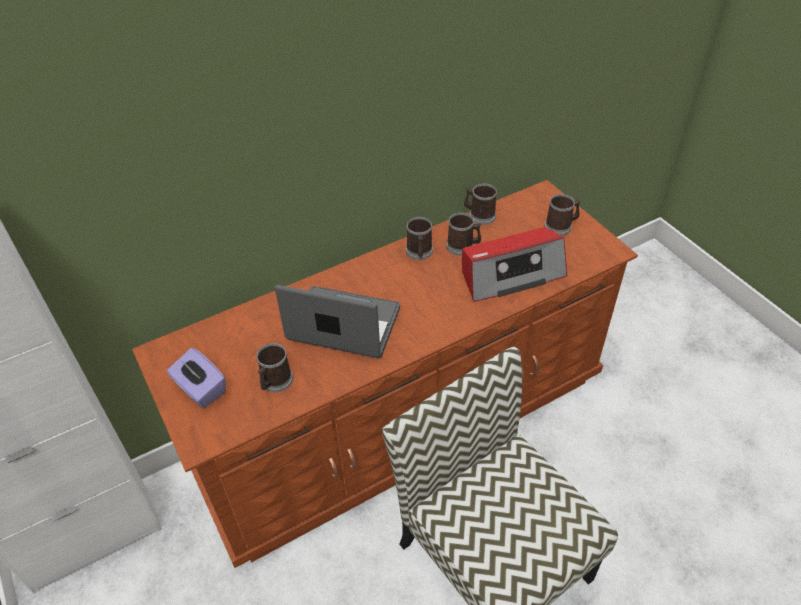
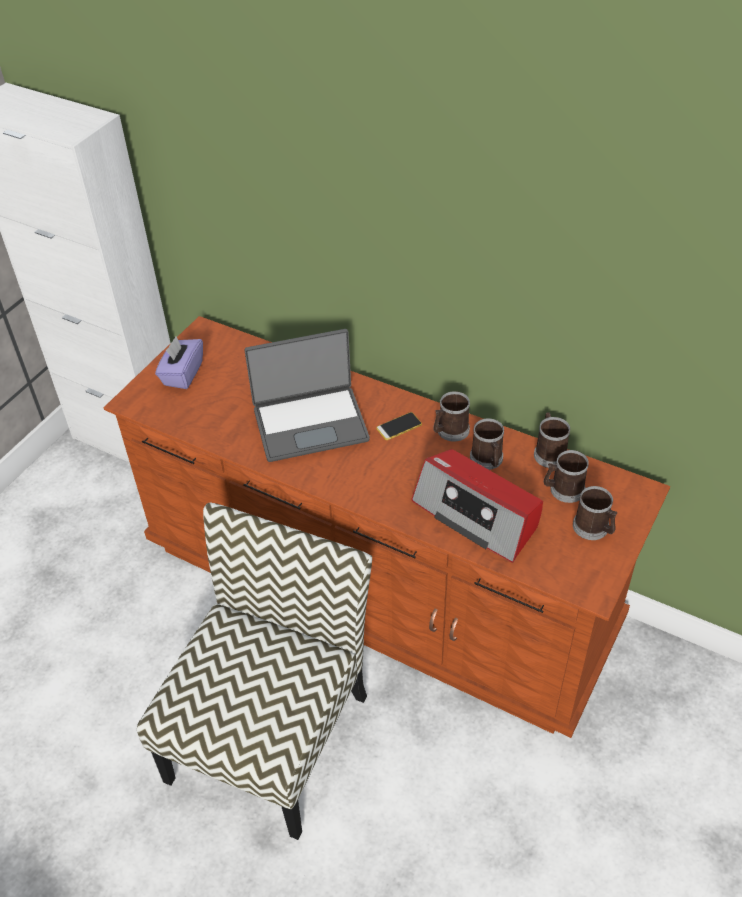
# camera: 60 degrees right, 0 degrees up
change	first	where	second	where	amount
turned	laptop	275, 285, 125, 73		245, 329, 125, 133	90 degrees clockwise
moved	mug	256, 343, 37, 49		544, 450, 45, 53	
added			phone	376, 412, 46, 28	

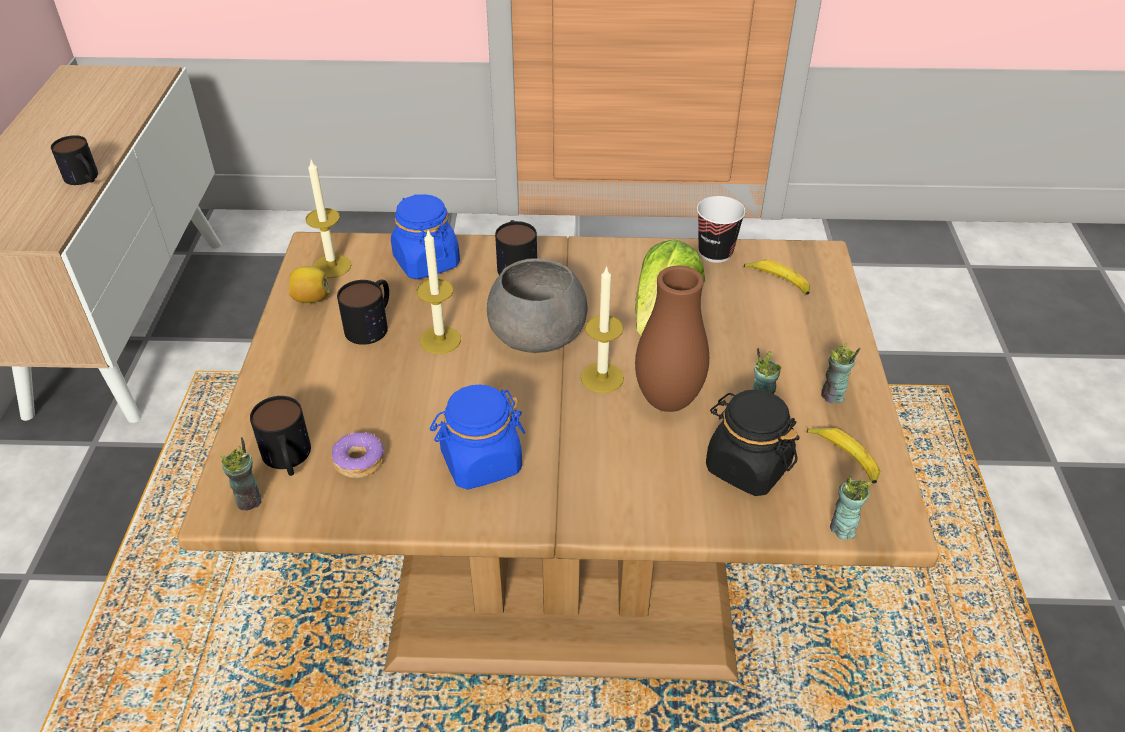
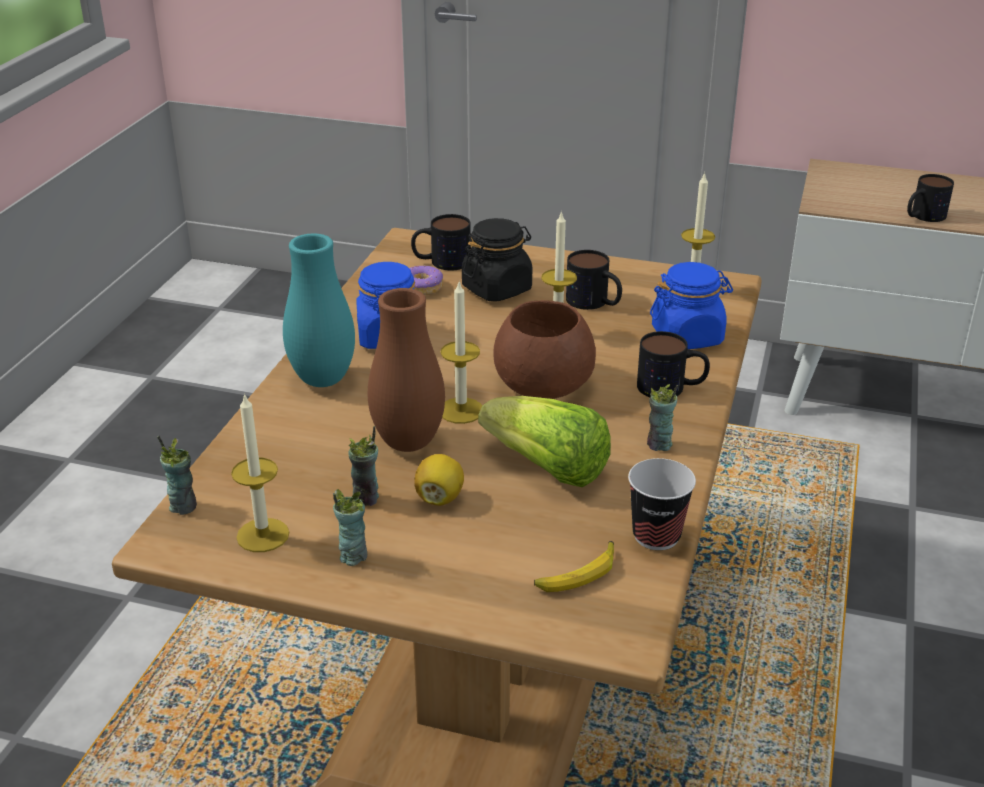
# camera: 105 degrees right, 10 degrees down
change	first	where	second	where	amount
recoloured	bowl in grey	487, 258, 100, 95	bowl in brown	493, 300, 103, 99	
moved	lemon	289, 266, 41, 37		414, 454, 50, 52	
moved	jar in black	706, 389, 94, 107		462, 218, 70, 84	
replaced	banana	806, 428, 74, 56	candle	231, 393, 58, 159	
moved	cup	219, 437, 42, 74		647, 384, 31, 67	
added			vase in turquoise	283, 233, 72, 154	

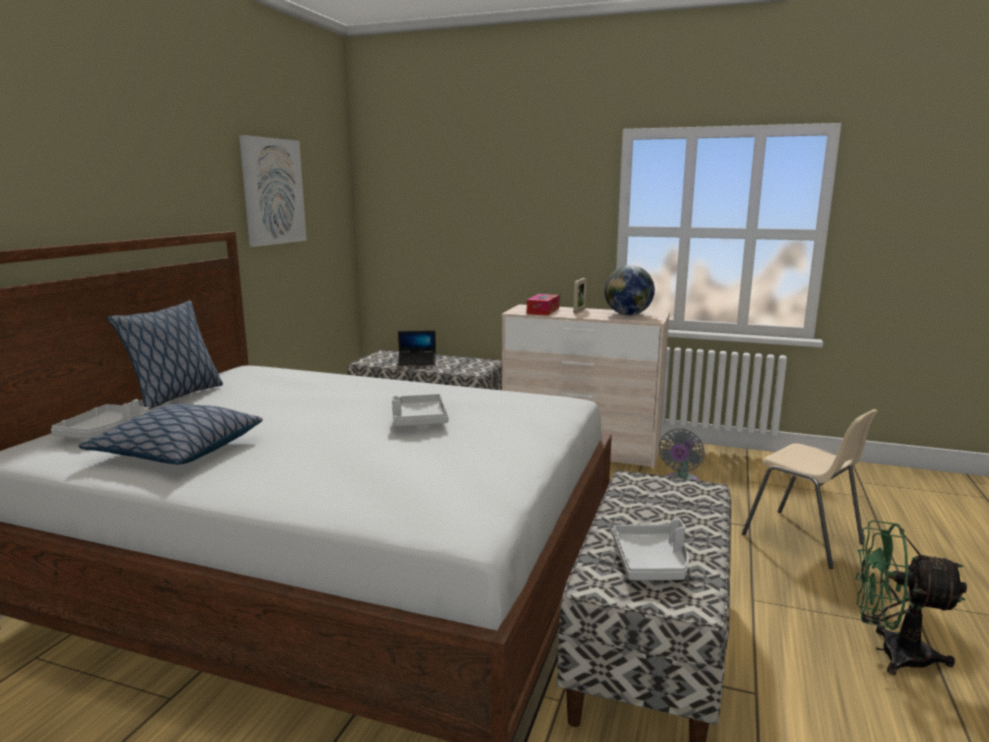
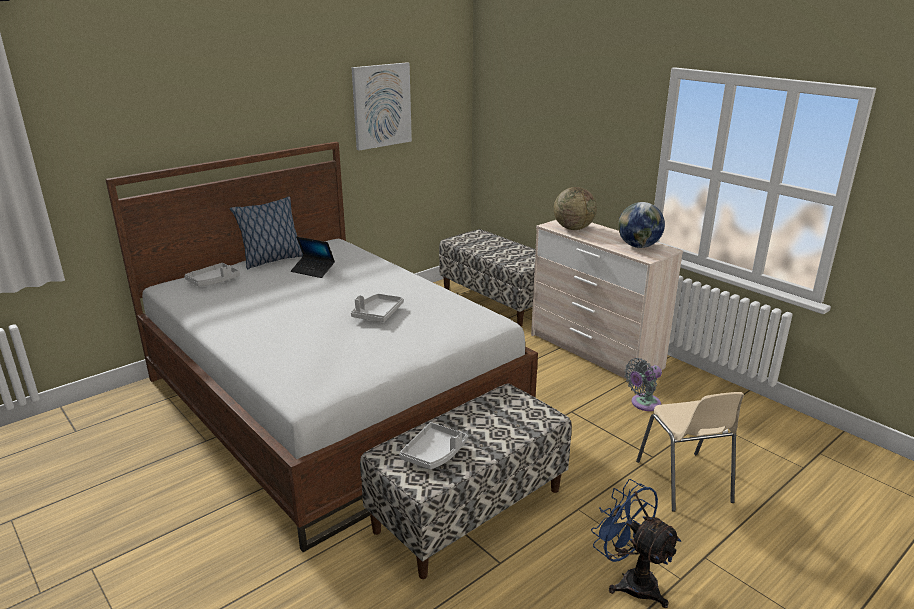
# camera: 30 degrees right, 10 degrees up
change	first	where	second	where	amount
removed	picture frame	573, 278, 14, 36			
replaced	tissue box	527, 294, 32, 22	globe	554, 187, 43, 43	
moved	laptop	398, 330, 38, 36		291, 237, 44, 41	
removed	pillow	79, 404, 184, 61			
recoloured	fan in green	855, 520, 112, 155	fan in blue	591, 479, 90, 129	

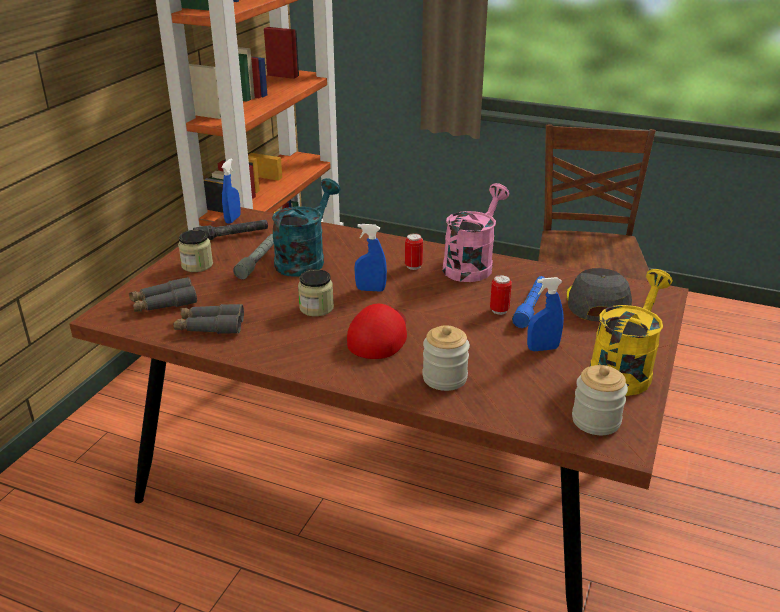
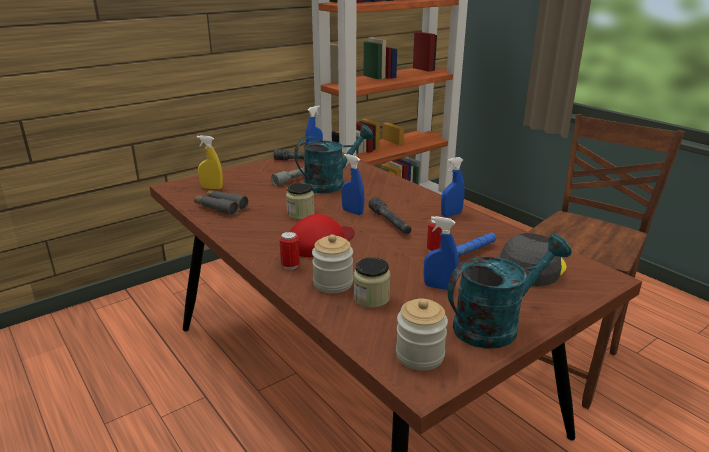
# camera: 30 degrees right, 5 degrees down
change	first	where	second	where	amount
replaced	watering can in pink	442, 183, 67, 99	spray bottle in blue	441, 157, 24, 60	
moved	jar	178, 230, 35, 42		353, 257, 38, 51	
moved	can	405, 233, 18, 37		279, 231, 21, 39	
recoloured	watering can in yellow	590, 269, 83, 127	watering can in turquoise	448, 234, 123, 115	
replaced	binoculars in grey	129, 277, 68, 35	spray bottle in yellow	197, 135, 26, 54	
added			flashlight in grey	368, 197, 43, 38	

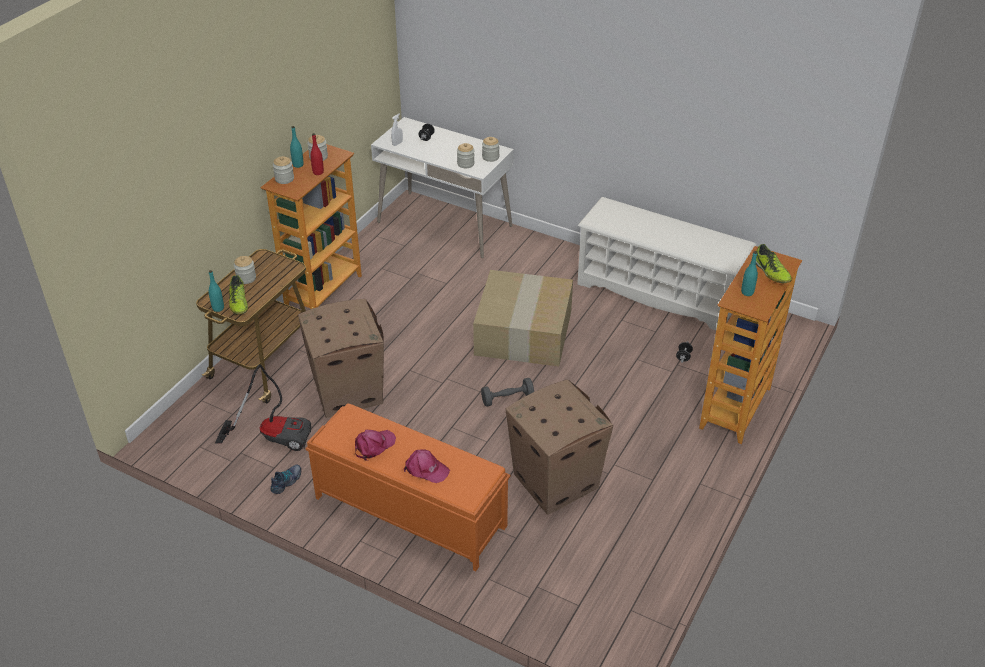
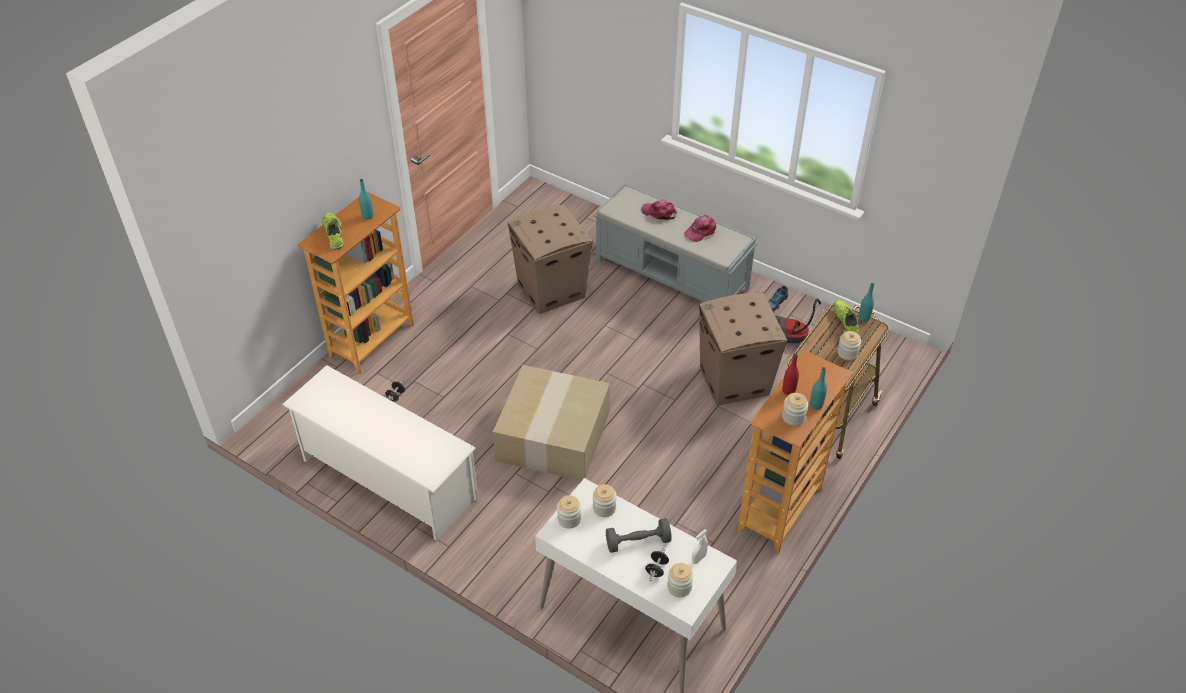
# camera: 175 degrees left, 5 degrees up
change	first	where	second	where	amount
moved	jar	273, 156, 21, 28		667, 563, 27, 34	
moved	dumbbell in grey	481, 378, 53, 29		606, 518, 66, 35	
recoloured	bench in orange	306, 403, 204, 169	bench in grey	594, 183, 163, 119	

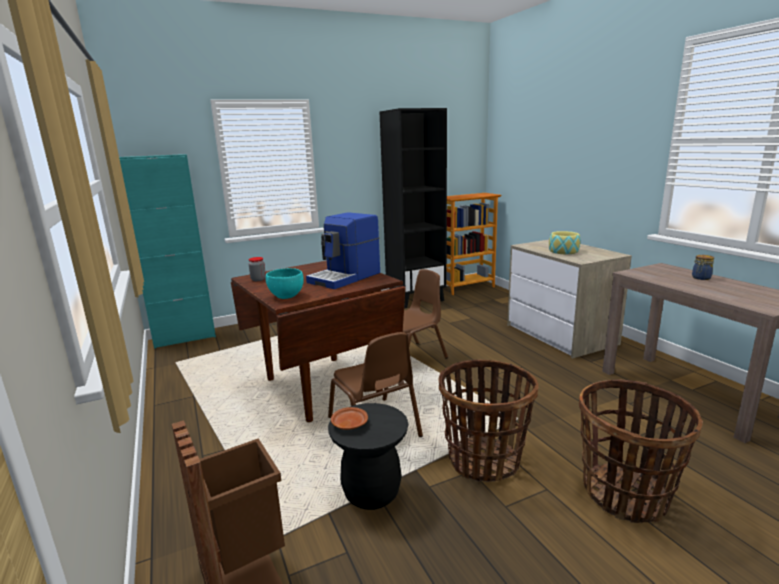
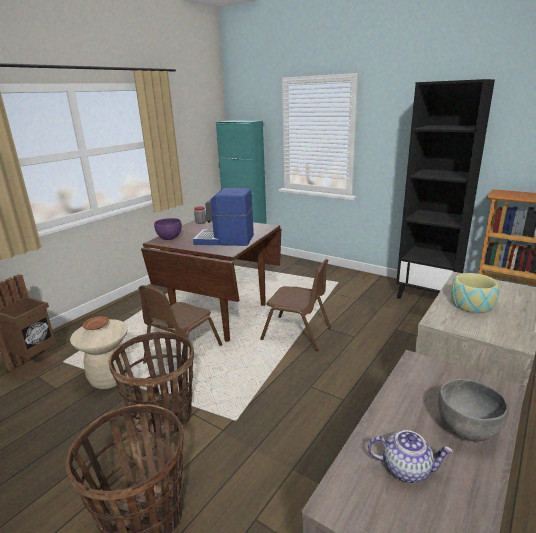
# camera: 60 degrees right, 5 degrees up
change	first	where	second	where	amount
replaced	jar	692, 255, 22, 25	bowl in grey	438, 379, 71, 62	
recoloured	bowl in turquoise	265, 268, 39, 31	bowl in purple	154, 218, 28, 22	
recoloured	stool in black	328, 403, 80, 107	stool in beige	70, 319, 58, 70	
added			teapot	368, 430, 85, 53	

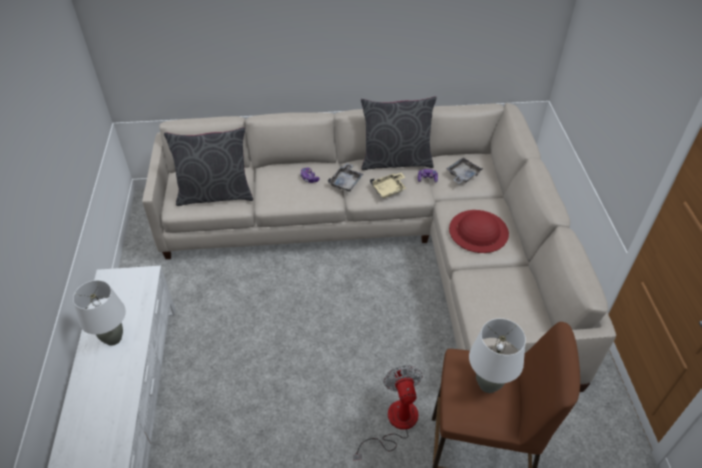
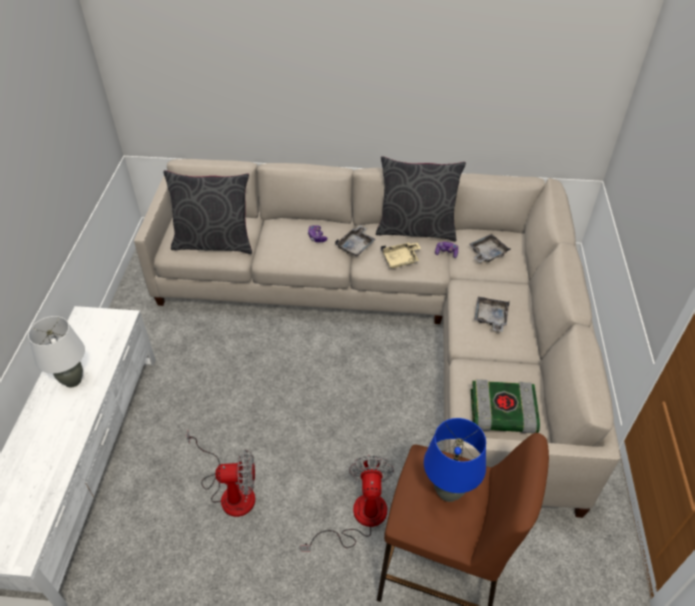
# camera: 10 degrees right, 0 degrees up
change	first	where	second	where	amount
replaced	hat in red	449, 210, 60, 43	tray in grey	474, 297, 36, 35	
recoloured	table lamp in white	469, 318, 57, 75	table lamp in blue	424, 418, 62, 84	
added			book	471, 379, 69, 54	
added			fan	187, 429, 68, 88	

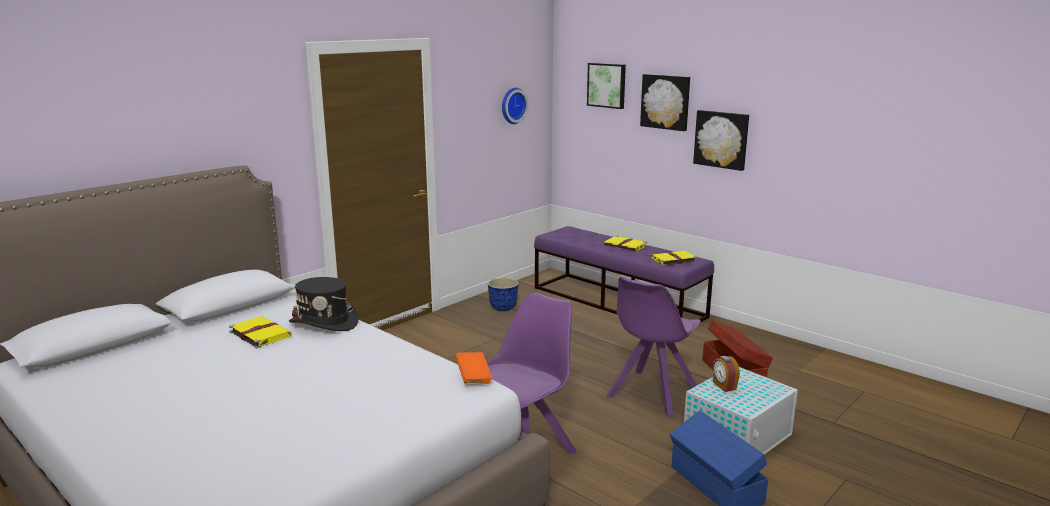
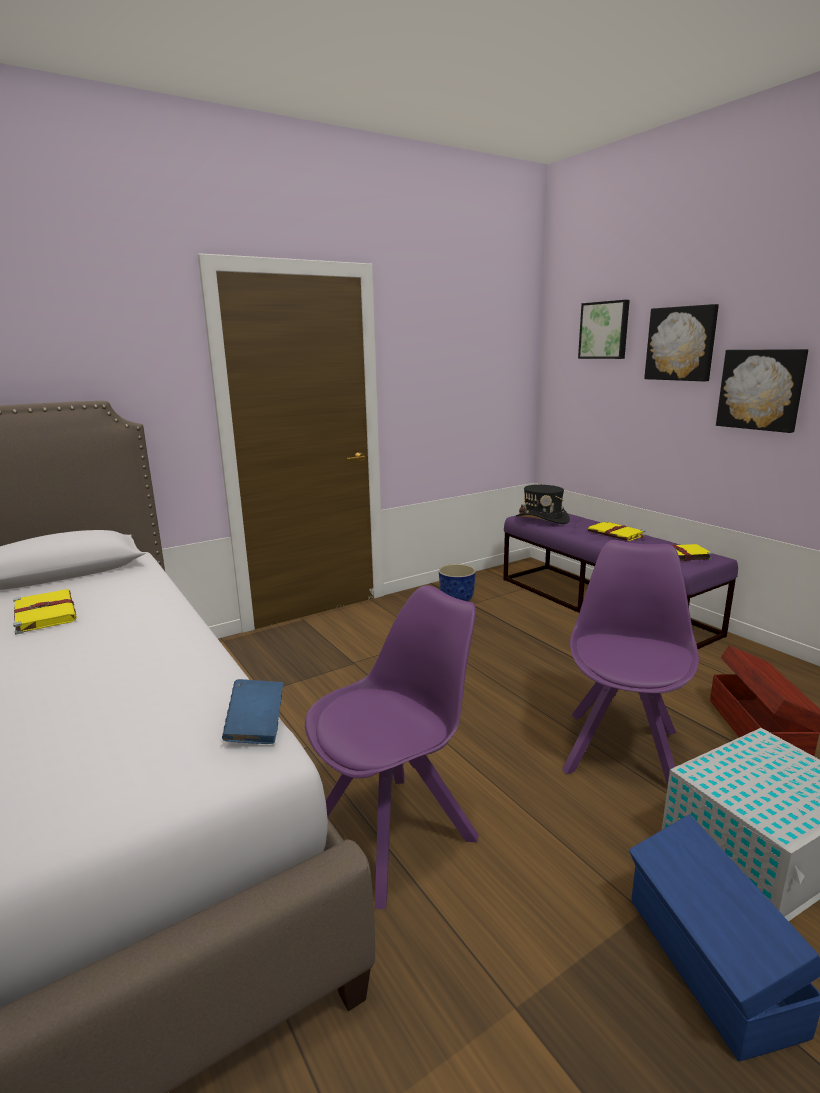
# camera: 15 degrees right, 0 degrees up
change	first	where	second	where	amount
removed	wall clock	502, 88, 26, 36			
turned	chair in purple	607, 276, 94, 141		562, 540, 137, 246	150 degrees clockwise
moved	hat in black	289, 277, 69, 54		516, 485, 54, 39	
recoloured	book in orange	455, 352, 37, 32	book in blue	222, 679, 61, 65	
removed	alarm clock	713, 356, 27, 36			

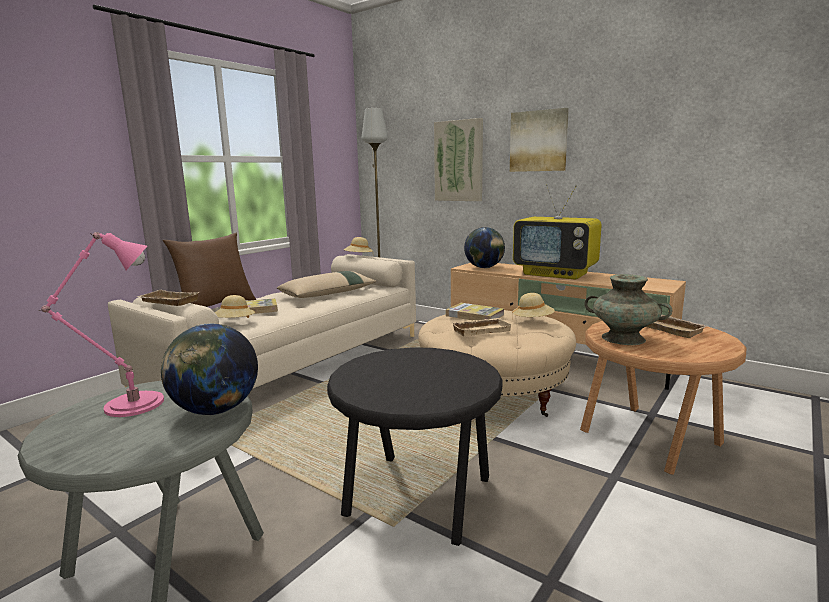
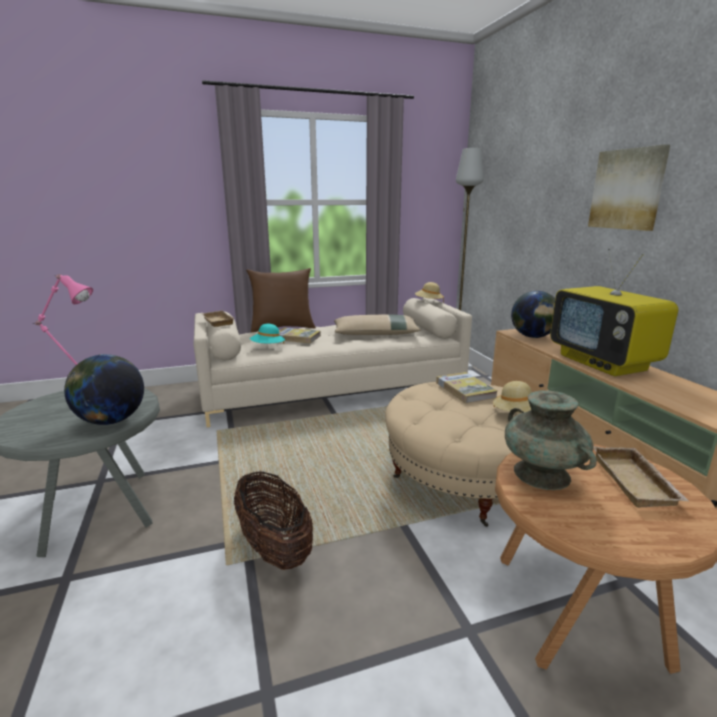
# camera: 35 degrees right, 5 degrees up
change	first	where	second	where	amount
removed	picture	434, 118, 49, 83			
recoloured	hat in beige	215, 295, 40, 23	hat in turquoise	250, 324, 35, 20	
removed	tray in beige	451, 318, 62, 18			
replaced	side table in black	327, 347, 176, 199	basket	234, 471, 79, 99	

